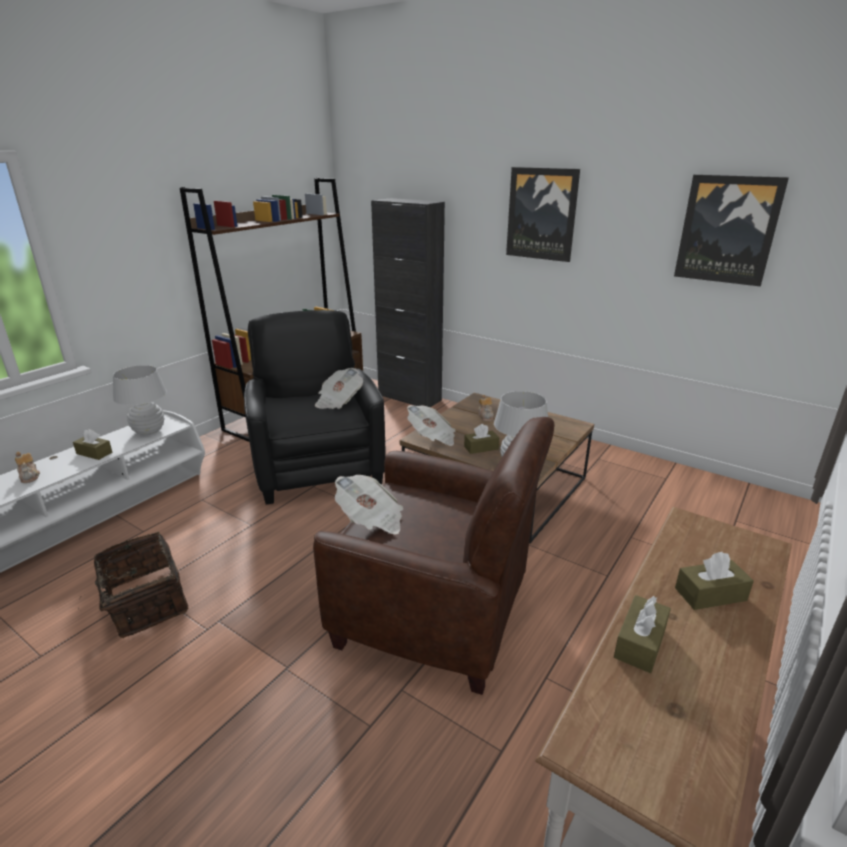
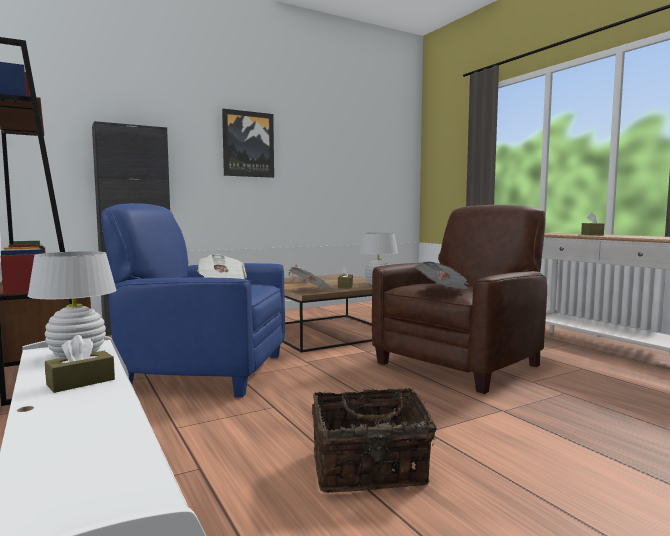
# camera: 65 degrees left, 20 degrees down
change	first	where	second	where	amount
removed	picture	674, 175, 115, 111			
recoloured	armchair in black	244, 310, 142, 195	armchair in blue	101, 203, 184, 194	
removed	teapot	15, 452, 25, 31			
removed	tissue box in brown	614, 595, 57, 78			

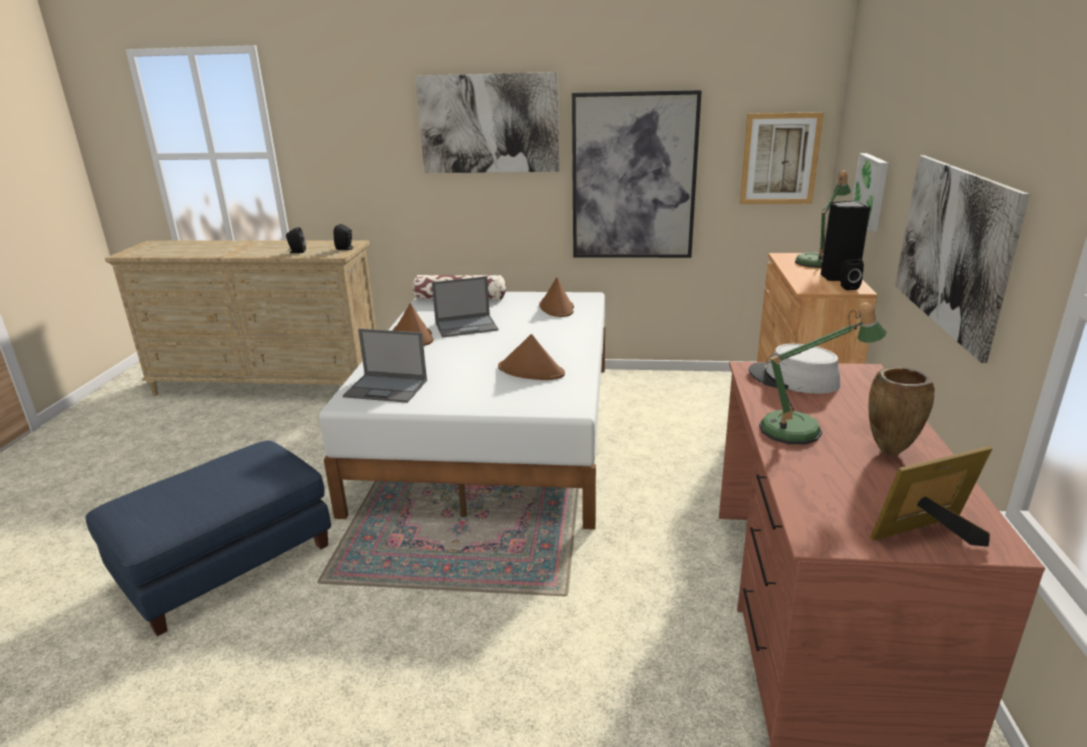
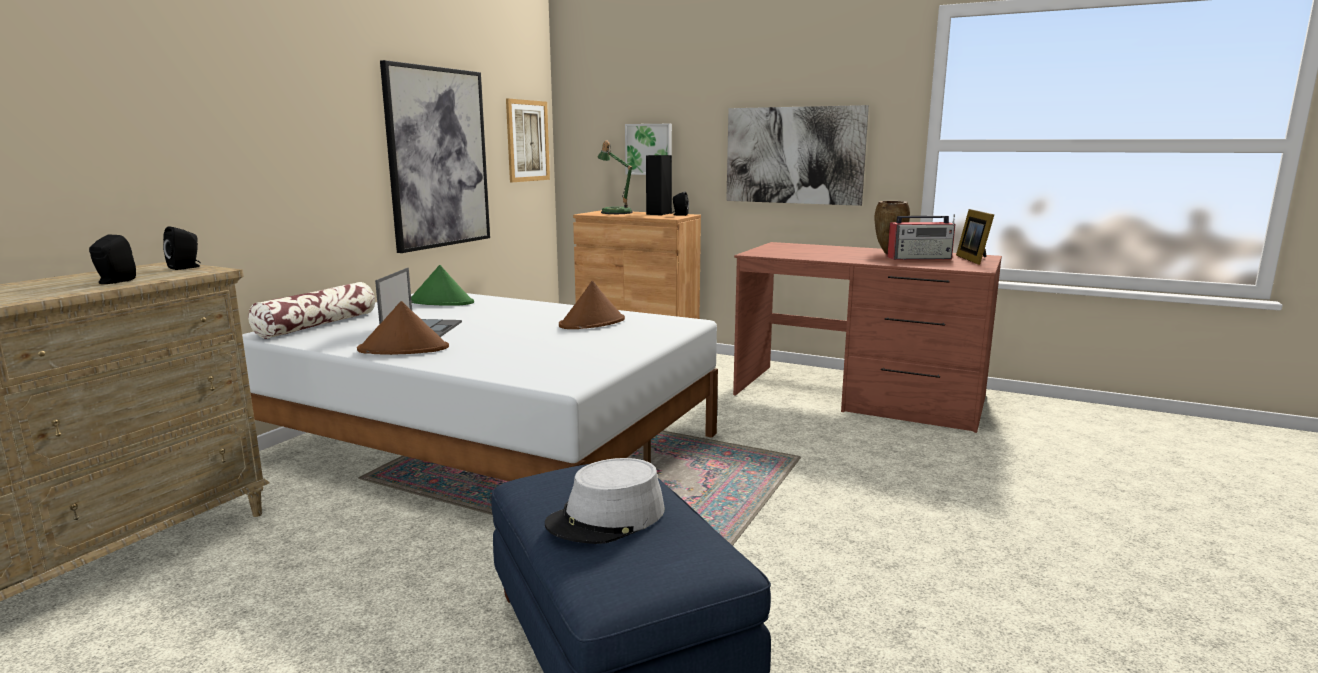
# camera: 70 degrees left, 10 degrees down
change	first	where	second	where	amount
removed	picture	415, 72, 145, 101			
recoloured	hat in brown	539, 277, 35, 40	hat in green	411, 265, 63, 41	
removed	table lamp	759, 302, 128, 143			
removed	laptop	343, 329, 84, 74			
moved	hat in grey	749, 344, 91, 50		545, 458, 120, 86	
added			radio	887, 214, 68, 46	

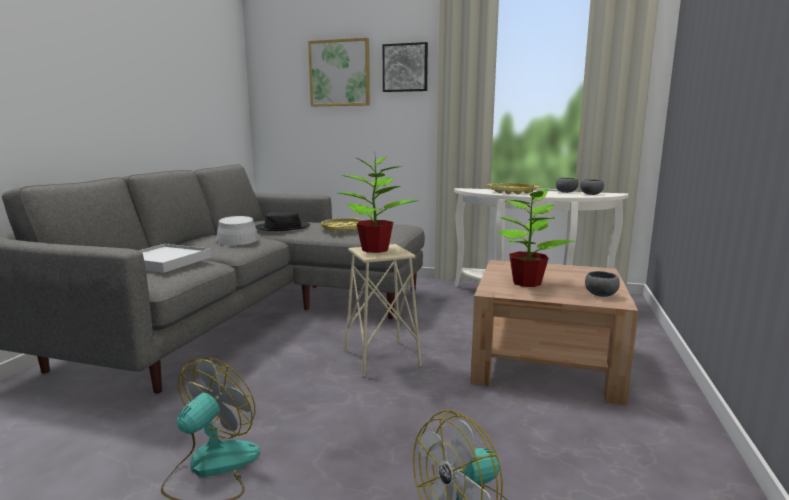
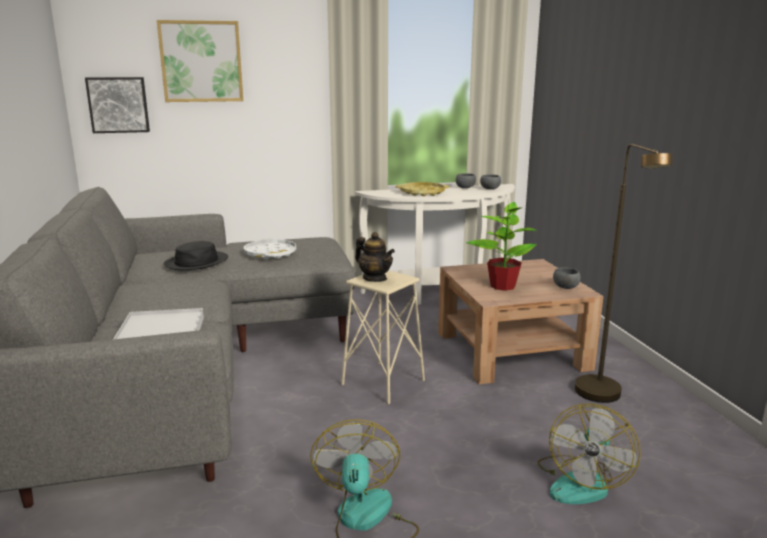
# camera: 30 degrees left, 5 degrees up
change	first	where	second	where	amount
moved	picture	383, 42, 45, 50		85, 77, 65, 56	
replaced	potted plant	338, 152, 81, 101	teapot	355, 232, 40, 50	
removed	hat in grey	216, 216, 43, 30			
recoloured	tray in yellow	321, 218, 44, 14	tray in white	244, 238, 52, 22	
added			floor lamp in brown	575, 144, 98, 259	

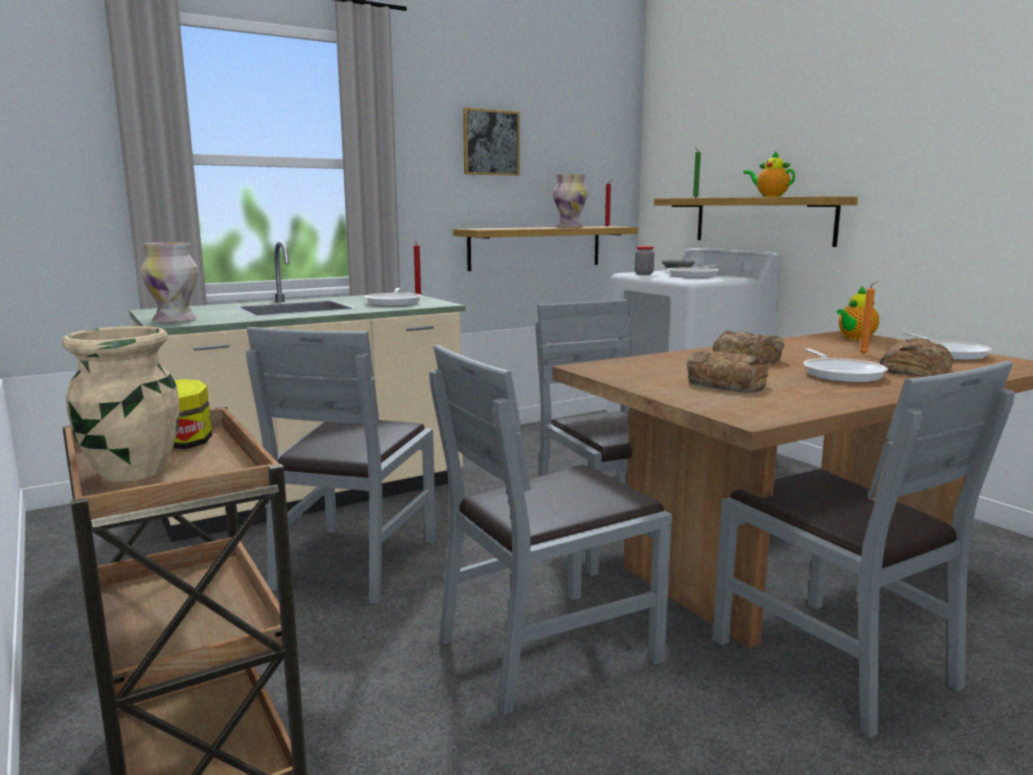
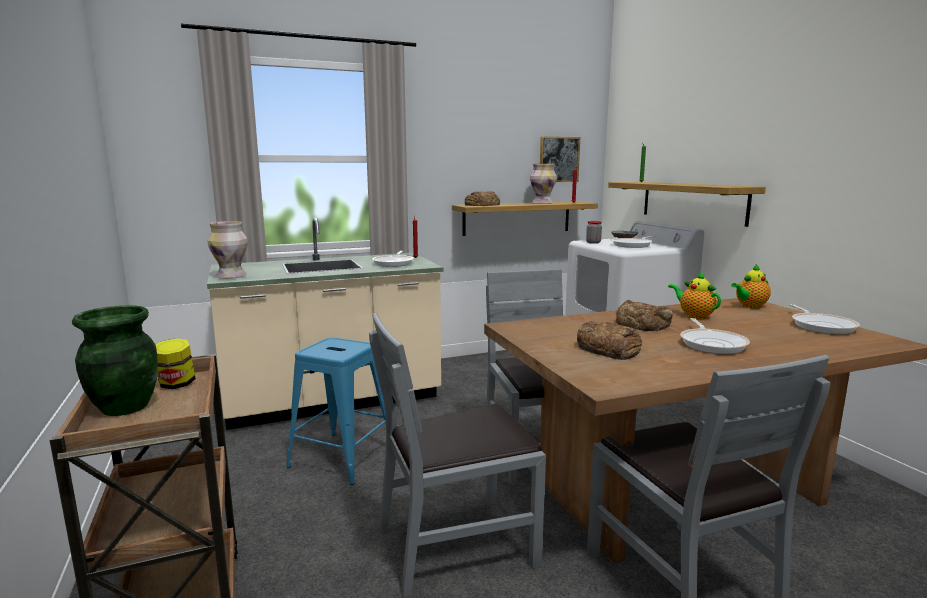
# camera: 10 degrees right, 0 degrees up
change	first	where	second	where	amount
moved	picture	463, 108, 57, 68		540, 136, 40, 46	
moved	teapot	743, 151, 52, 46		668, 271, 53, 49	
removed	candle in orange	860, 281, 18, 73			
recoloured	vase in beige	62, 326, 117, 156	vase in green	72, 305, 86, 111	
replaced	chair in grey	246, 327, 190, 277	stool in blue	286, 338, 100, 147	
moved	bread	880, 338, 73, 38		464, 191, 36, 15	

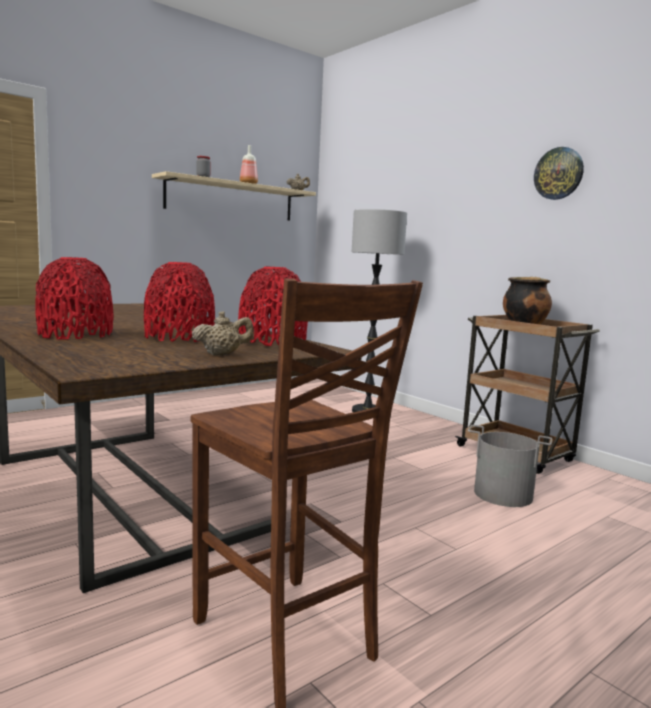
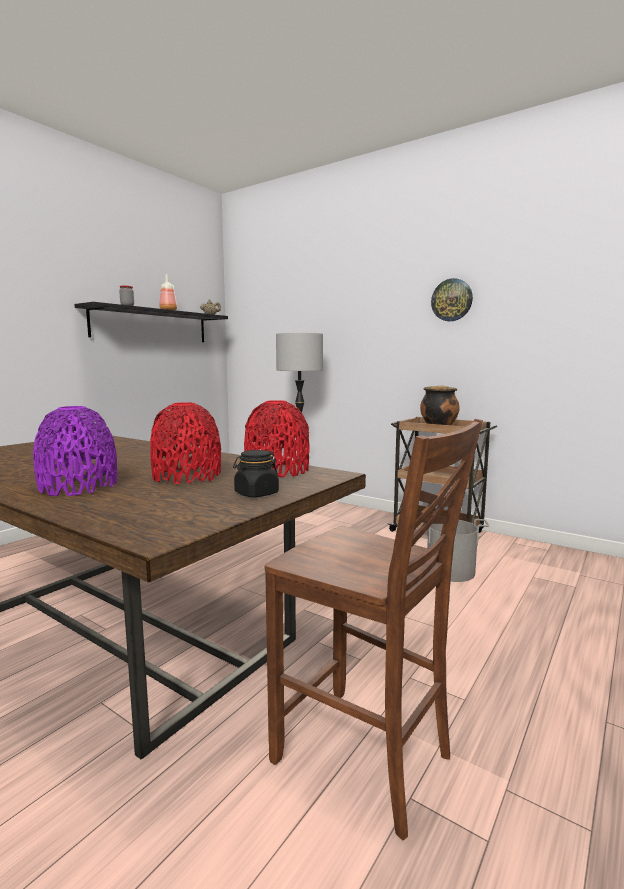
# camera: 15 degrees left, 0 degrees up
change	first	where	second	where	amount
recoloured	shelf in beige	152, 171, 164, 50	shelf in black	74, 302, 154, 40	
recoloured	vase in red	35, 257, 79, 83	vase in purple	33, 406, 84, 90	
replaced	teapot in beige	192, 311, 62, 44	jar in black	233, 450, 46, 47	

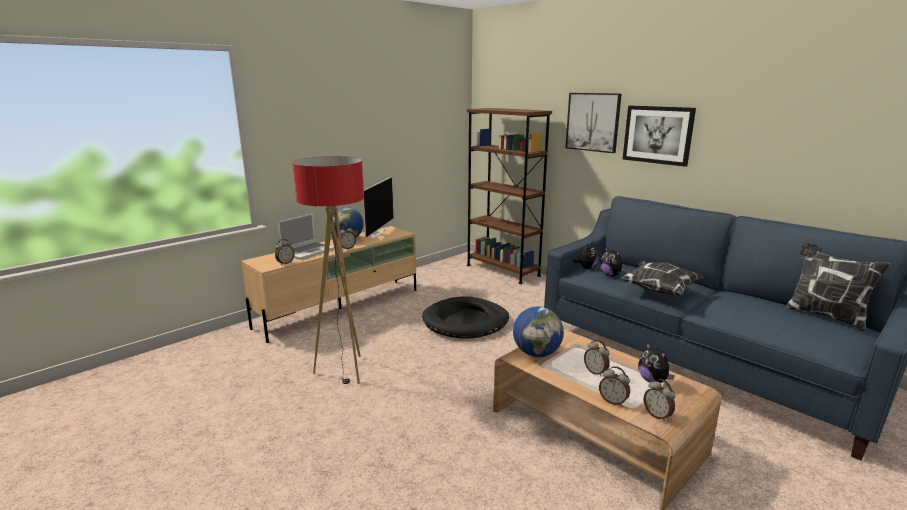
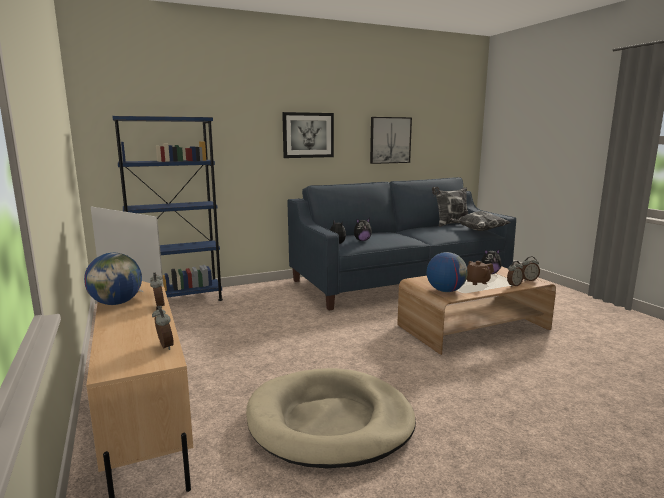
# camera: 70 degrees left, 5 degrees down
change	first	where	second	where	amount
moved	picture	565, 93, 57, 60		370, 117, 42, 47	
recoloured	bookcase in brown	467, 108, 85, 176	bookcase in blue	112, 116, 111, 185	
replaced	floor lamp	293, 156, 71, 228	dog bed in beige	246, 368, 170, 100	
removed	laptop	277, 213, 57, 47			
moved	pillow	620, 261, 83, 34		449, 211, 62, 20	
removed	dog bed in black	422, 296, 87, 43			
replaced	alarm clock	584, 340, 26, 36	teapot in brown	466, 261, 28, 24	

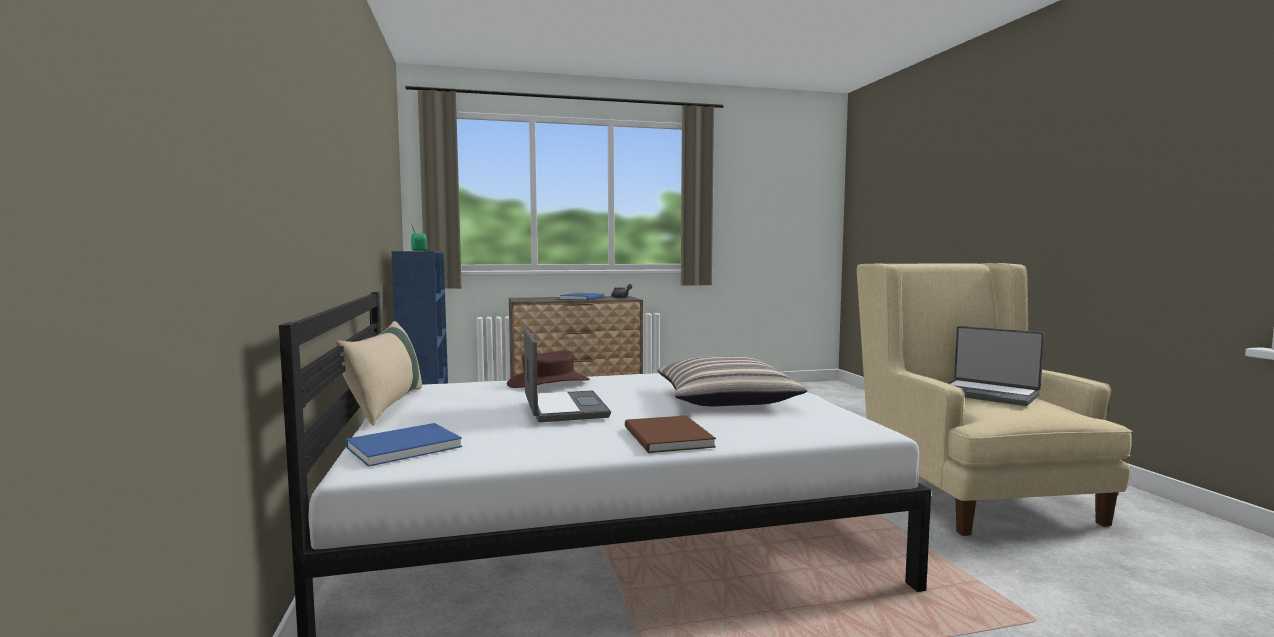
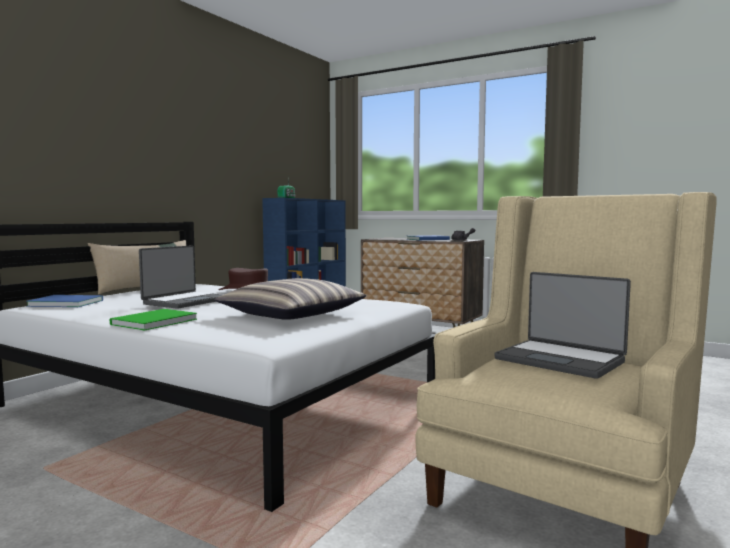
# camera: 45 degrees right, 0 degrees up
change	first	where	second	where	amount
turned	laptop	948, 326, 96, 80		494, 272, 137, 107	45 degrees counterclockwise
recoloured	book in brown	625, 416, 91, 37	book in green	110, 309, 87, 22	

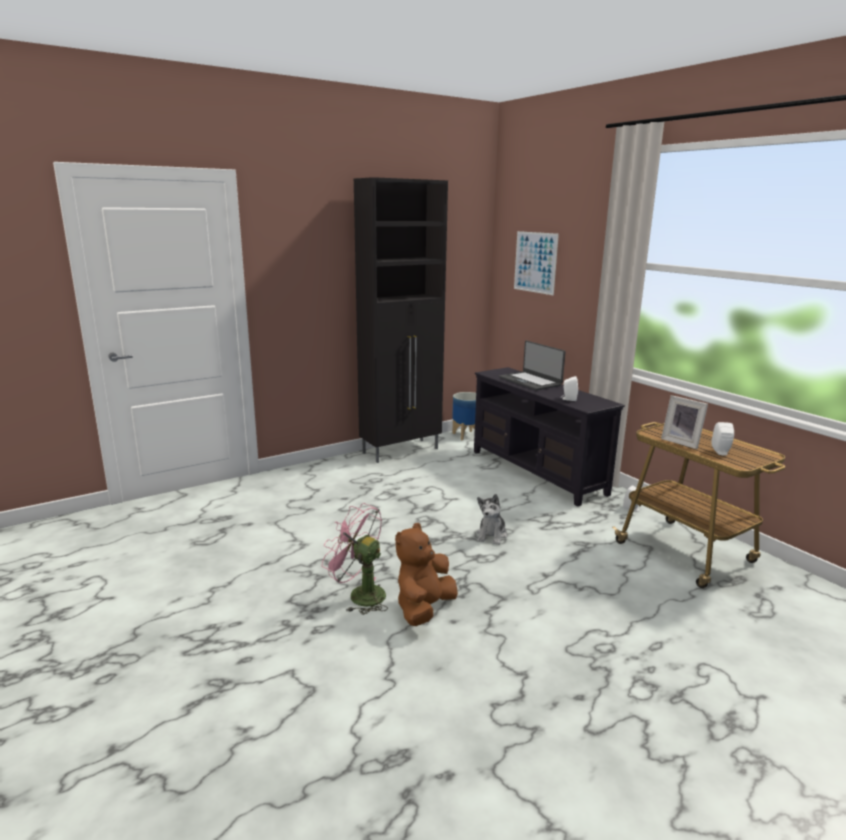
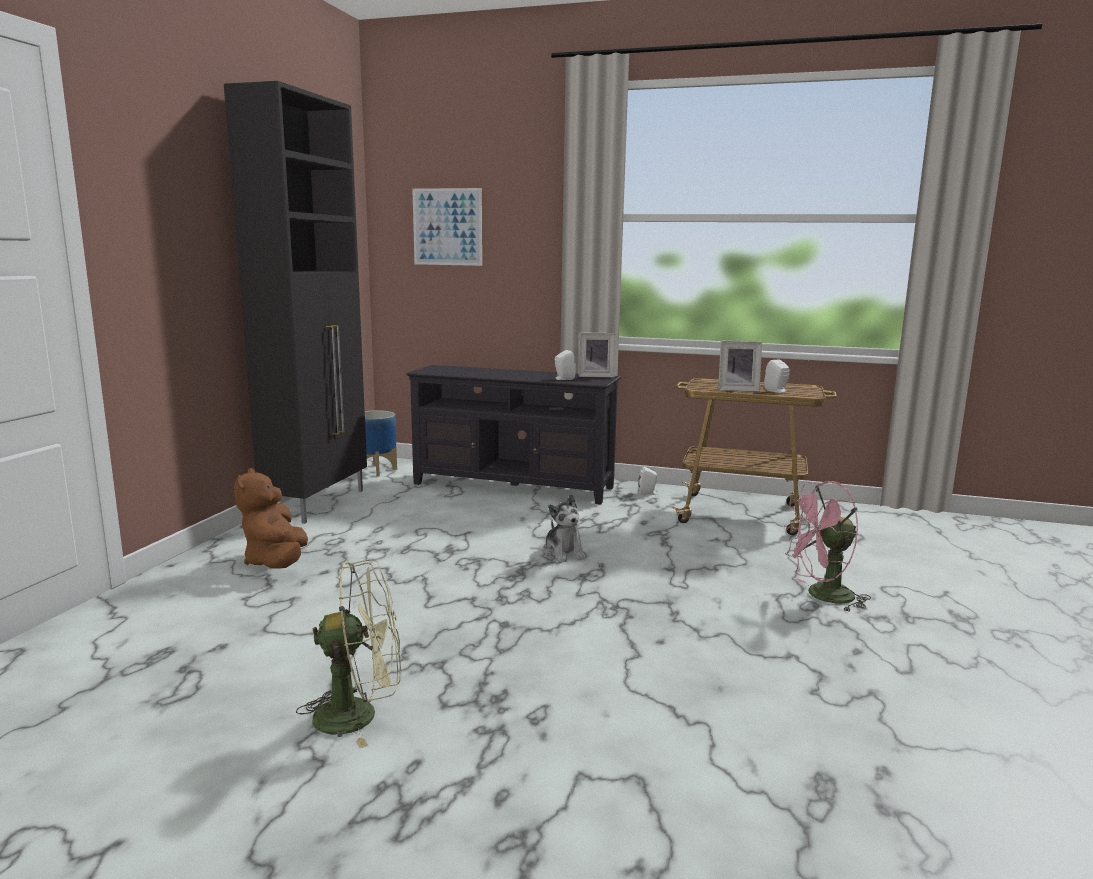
# camera: 40 degrees left, 5 degrees down
change	first	where	second	where	amount
removed	laptop	499, 341, 67, 50			
moved	fan in pink	322, 503, 66, 112		783, 481, 88, 131	
moved	plush toy in brown	395, 523, 63, 103		234, 468, 74, 101	
added			picture frame	579, 332, 37, 45	
added			fan in green	296, 559, 105, 189	

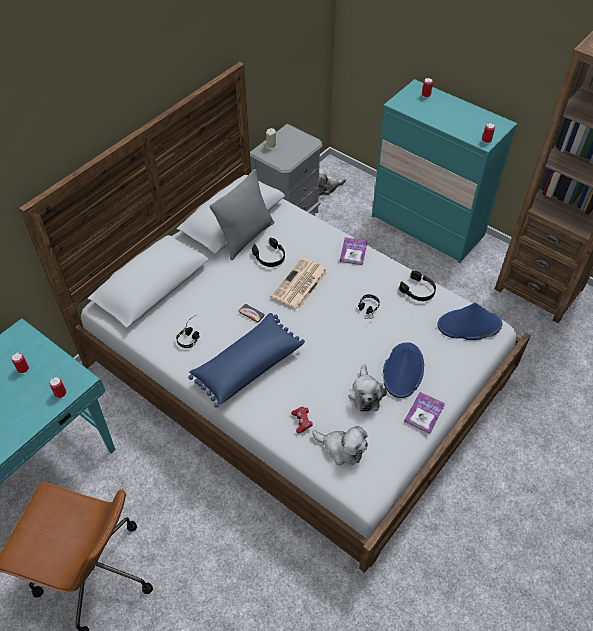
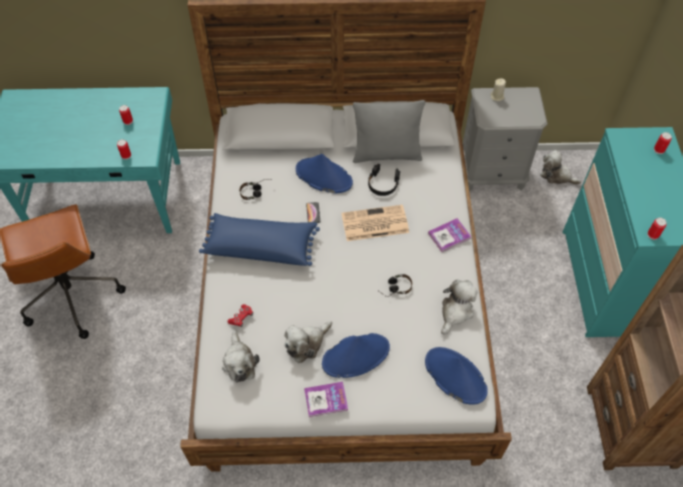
# camera: 50 degrees right, 5 degrees up
change	first	where	second	where	amount
replaced	headphones in black	399, 271, 37, 30	plush toy	441, 279, 36, 55	
added			hat in blue	296, 154, 57, 39	

